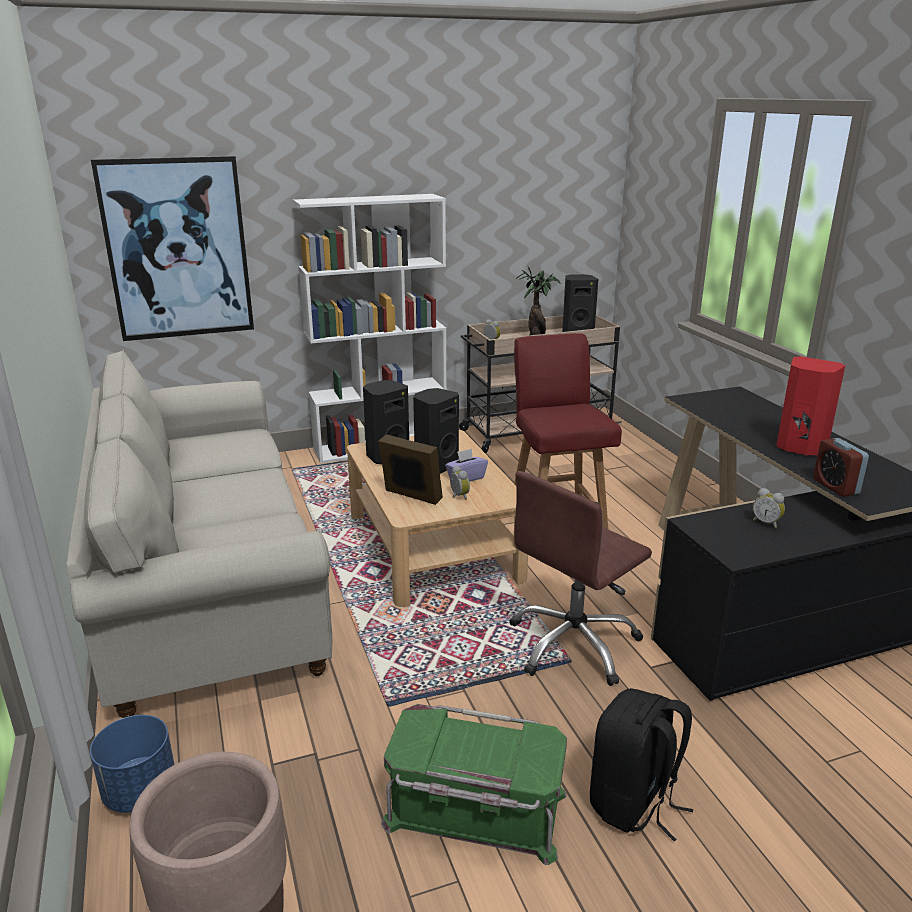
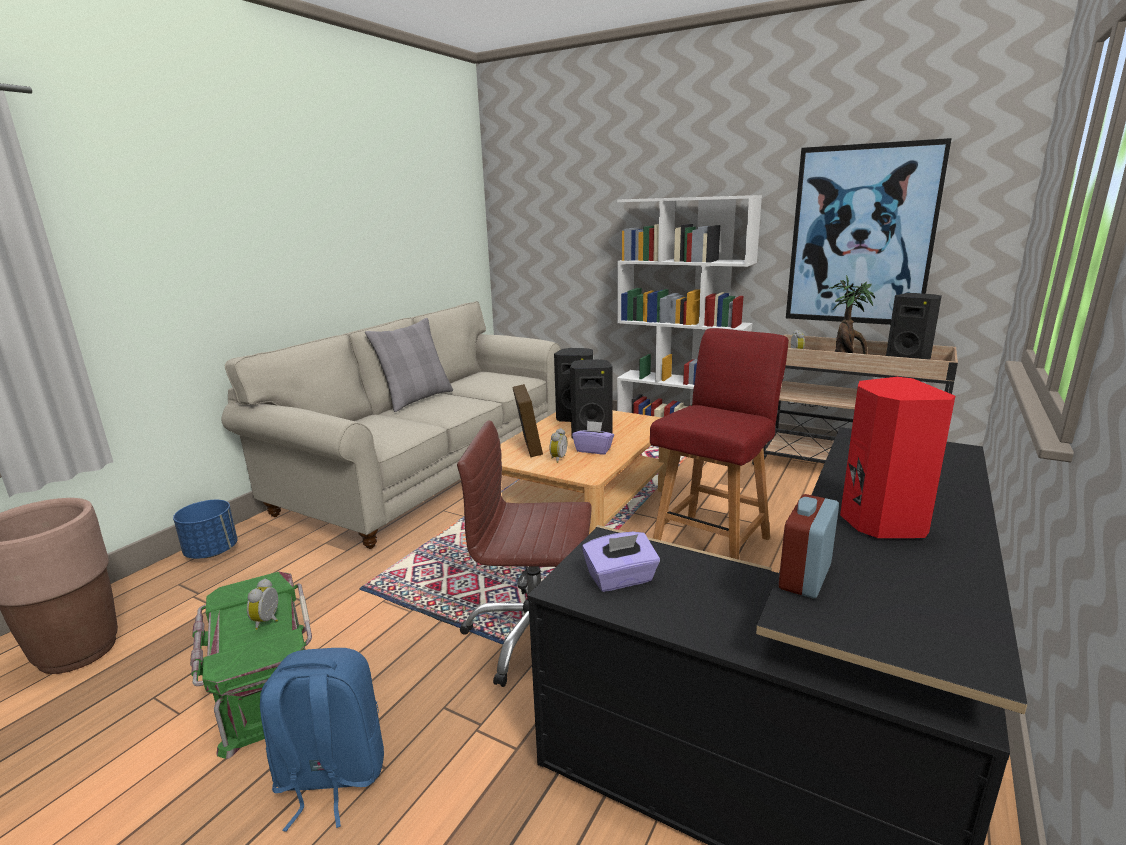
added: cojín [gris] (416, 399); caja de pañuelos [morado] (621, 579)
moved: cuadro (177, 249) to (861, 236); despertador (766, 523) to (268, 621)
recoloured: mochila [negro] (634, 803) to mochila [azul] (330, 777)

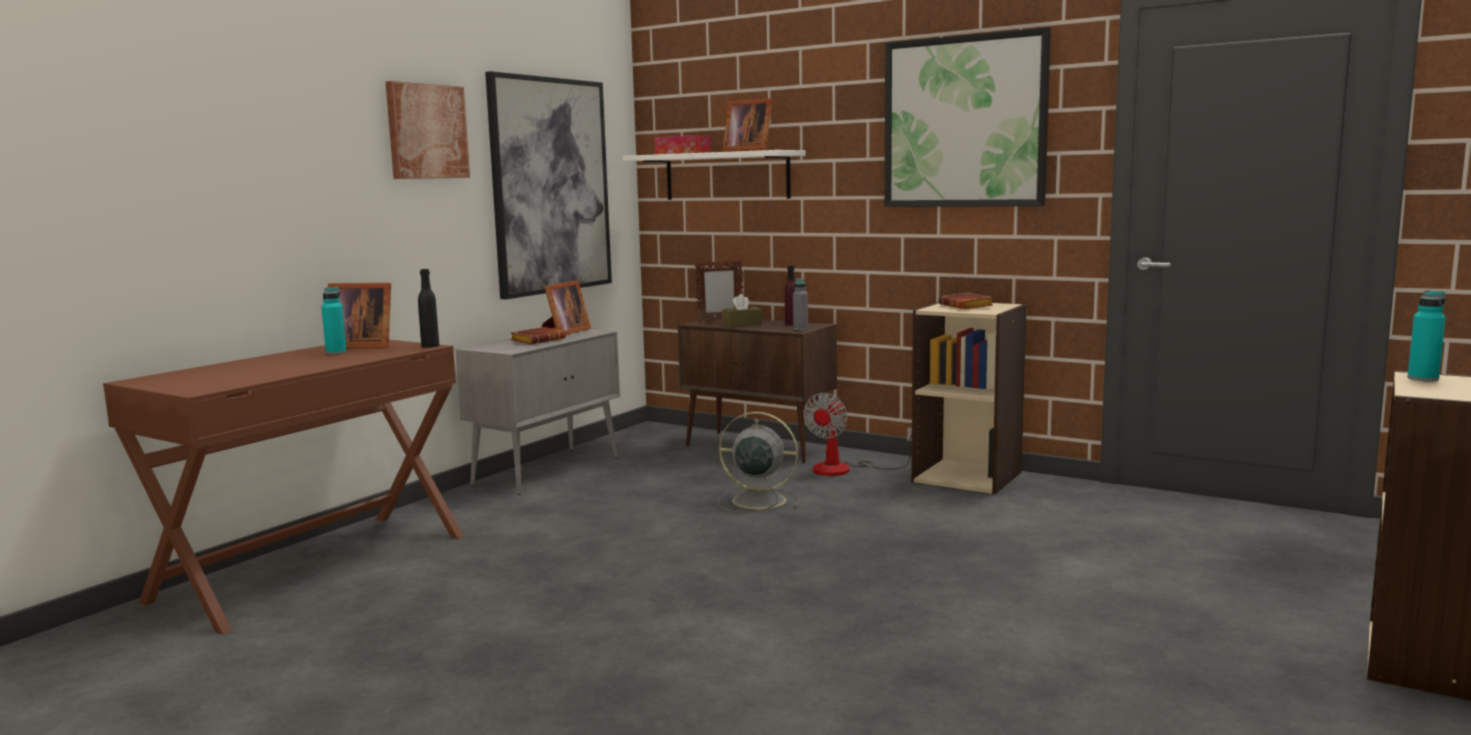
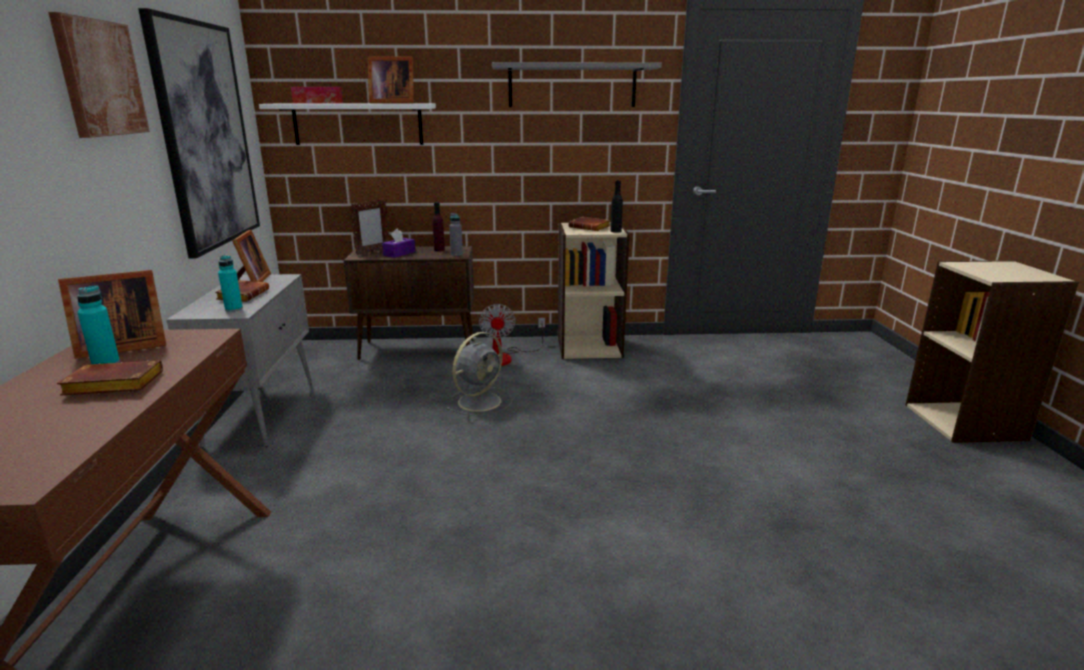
added: libro [marrón] (111, 386)
moved: botella [negro] (430, 346) to (615, 231); botella [turquesa] (1423, 379) to (234, 309)
replaced: cuadro (964, 122) to estante [gris] (572, 86)
recoloured: caja de pañuelos [marrón] (742, 324) to caja de pañuelos [morado] (399, 253)
turned: ventilador [gris] (756, 500) = (481, 401) 150 degrees clockwise

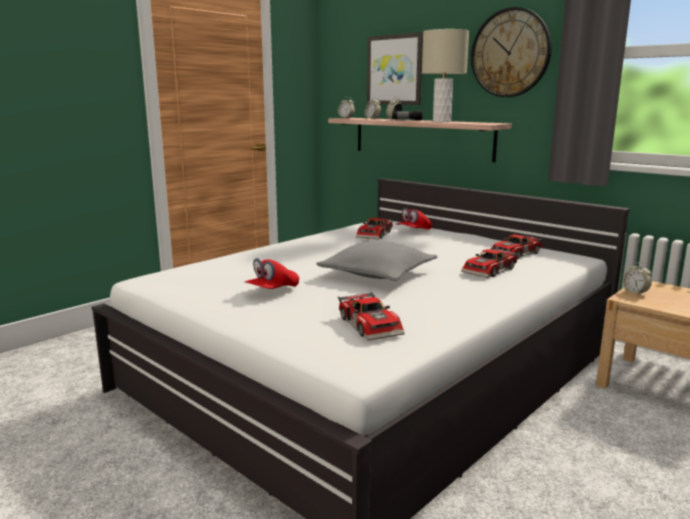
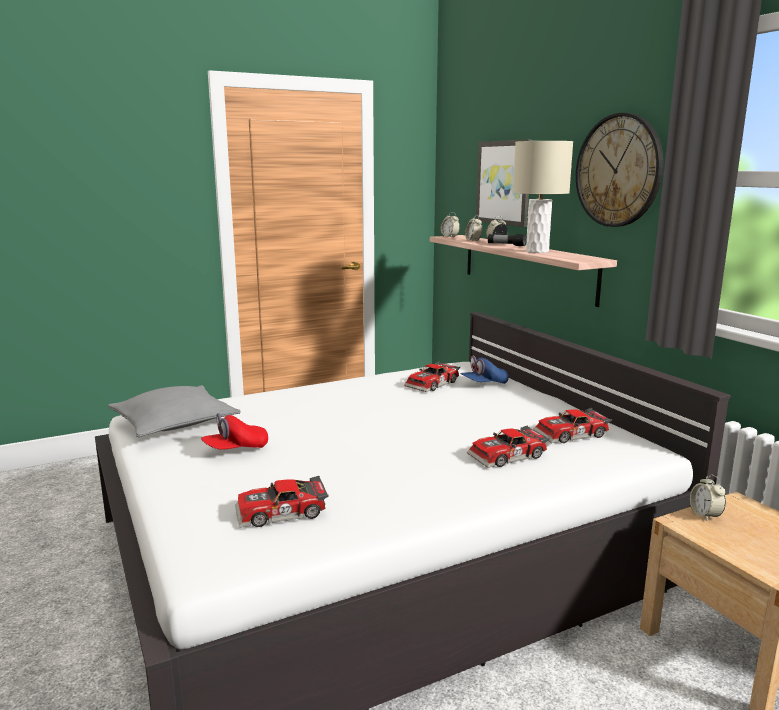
moved: cojín [gris] (378, 274) to (174, 423)
recoloured: gorra [rojo] (414, 231) to gorra [azul] (484, 384)
turned: coche de juguete (371, 325) = (282, 513) 75 degrees clockwise

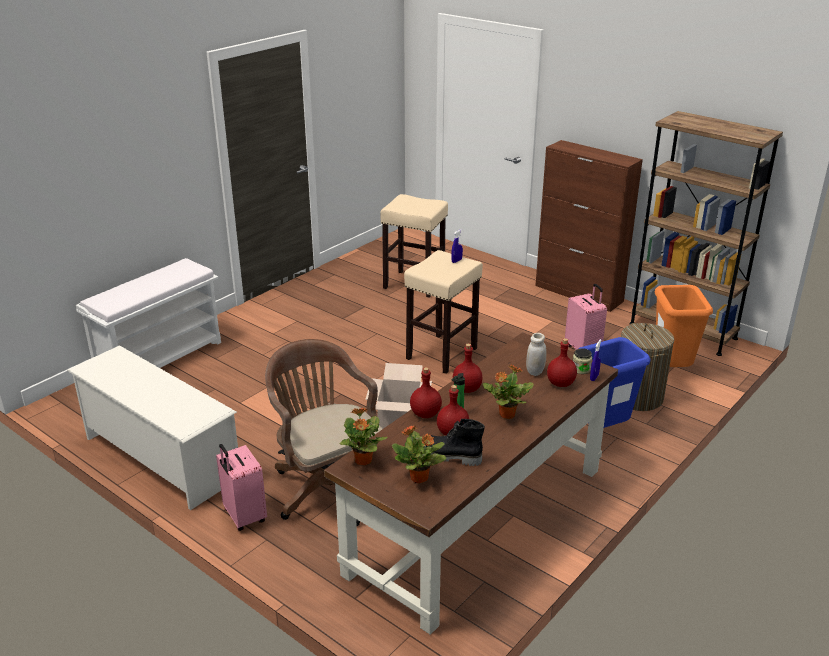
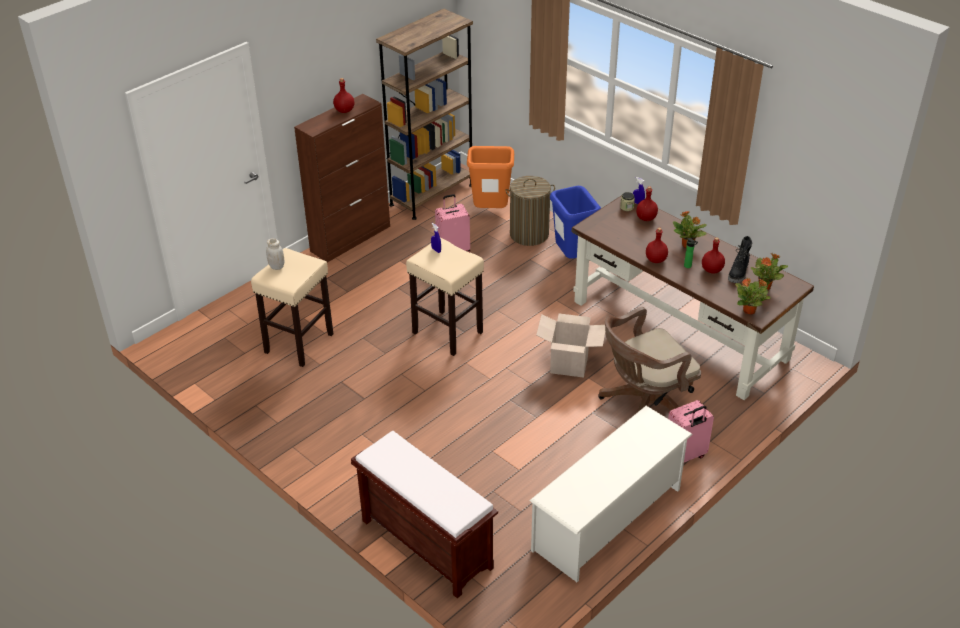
moved: tarro [blanco] (535, 371) to (276, 266); botella [rojo] (425, 414) to (344, 111)
recoloured: banco [blanco] (160, 358) to banco [marrón] (425, 543)

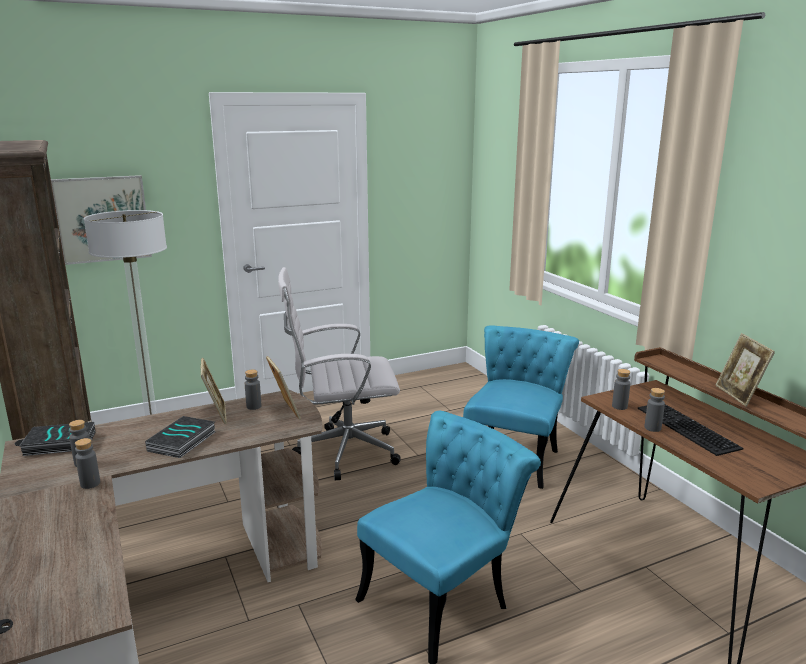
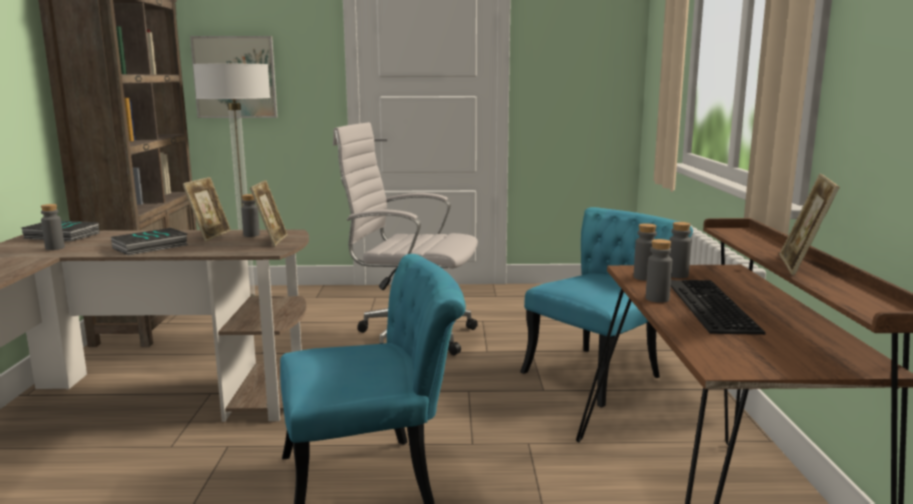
moved: botella [gris] (90, 484) to (677, 275)

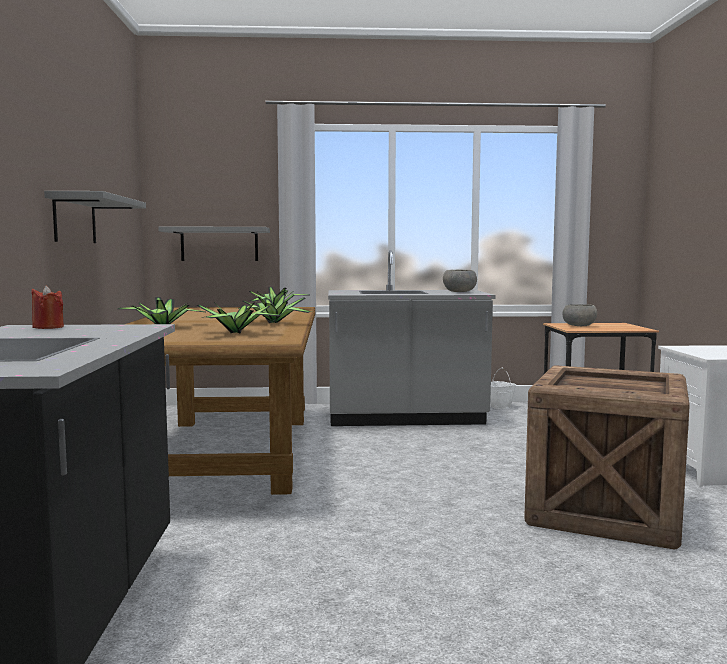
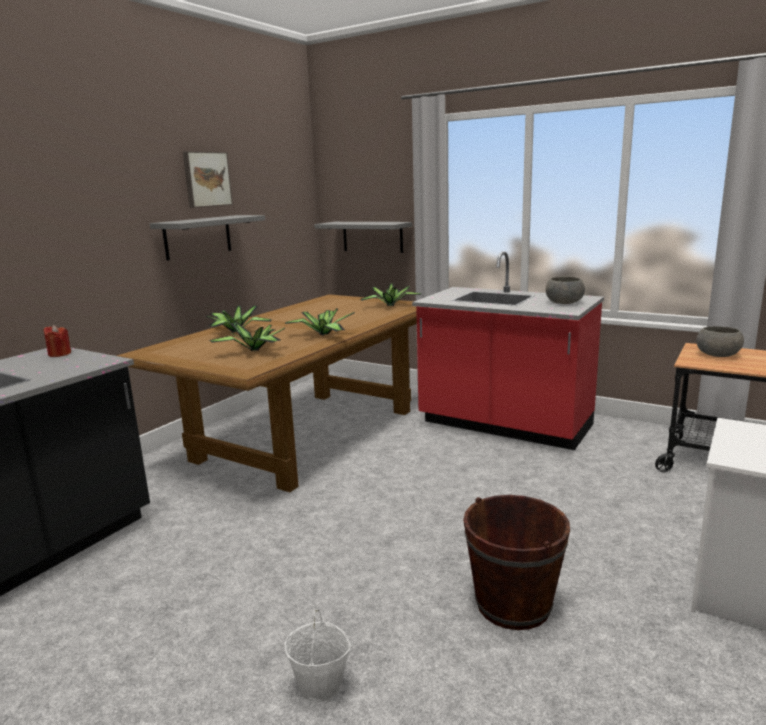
added: cuadro (206, 179)
moved: cubo [blanco] (501, 407) to (321, 686)
replaced: caja de embalaje (602, 512) to cubo [marrón] (513, 604)
recoloured: mueble bajo de cocina [gris] (406, 418) to mueble bajo de cocina [rojo] (504, 425)

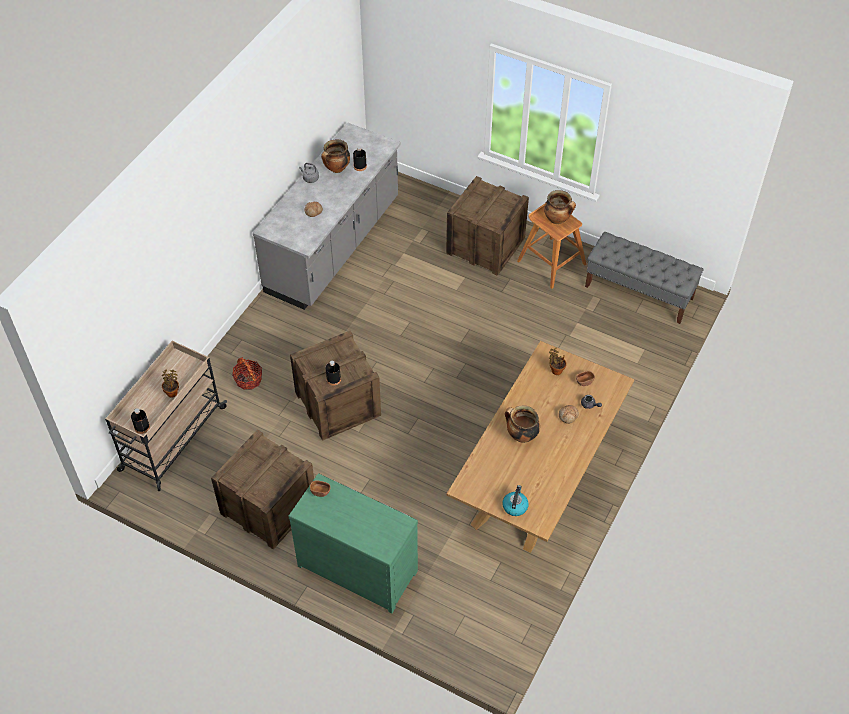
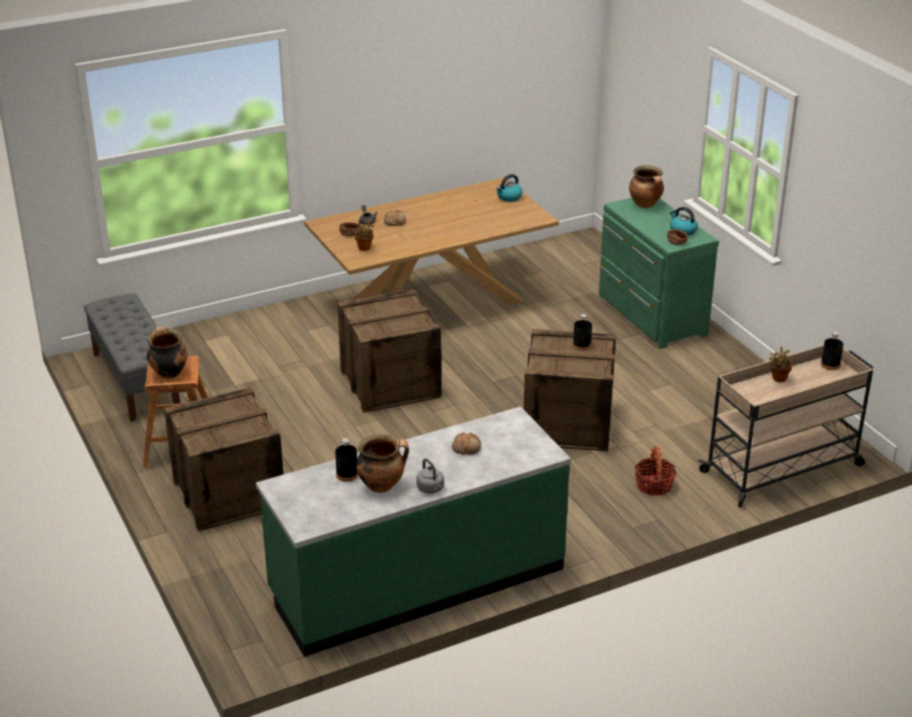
added: hervidor (682, 231)
moved: olla (521, 436) to (646, 205); caja de embalaje (269, 507) to (389, 384)
recoloured: mueble bajo de cocina [gris] (334, 246) to mueble bajo de cocina [verde] (417, 582)

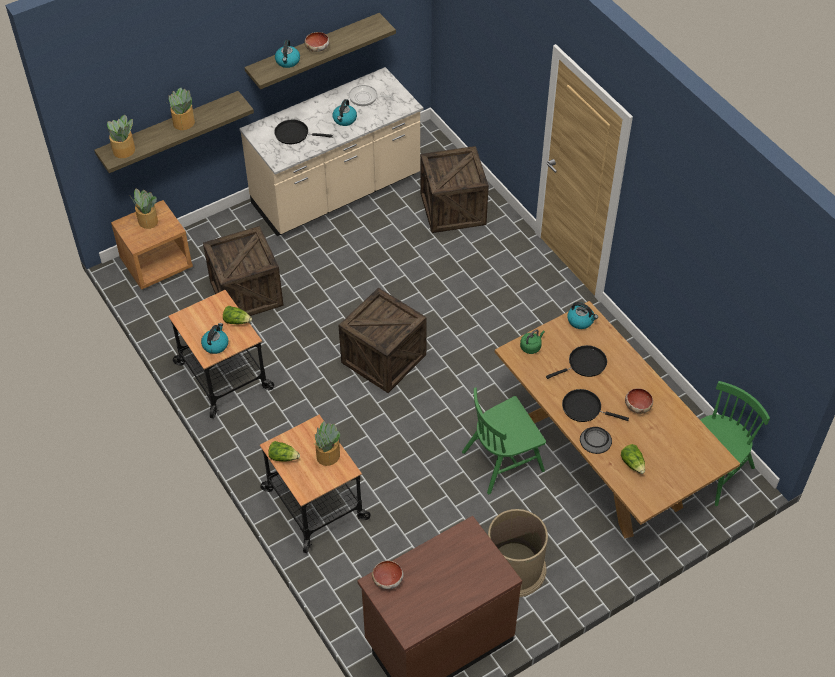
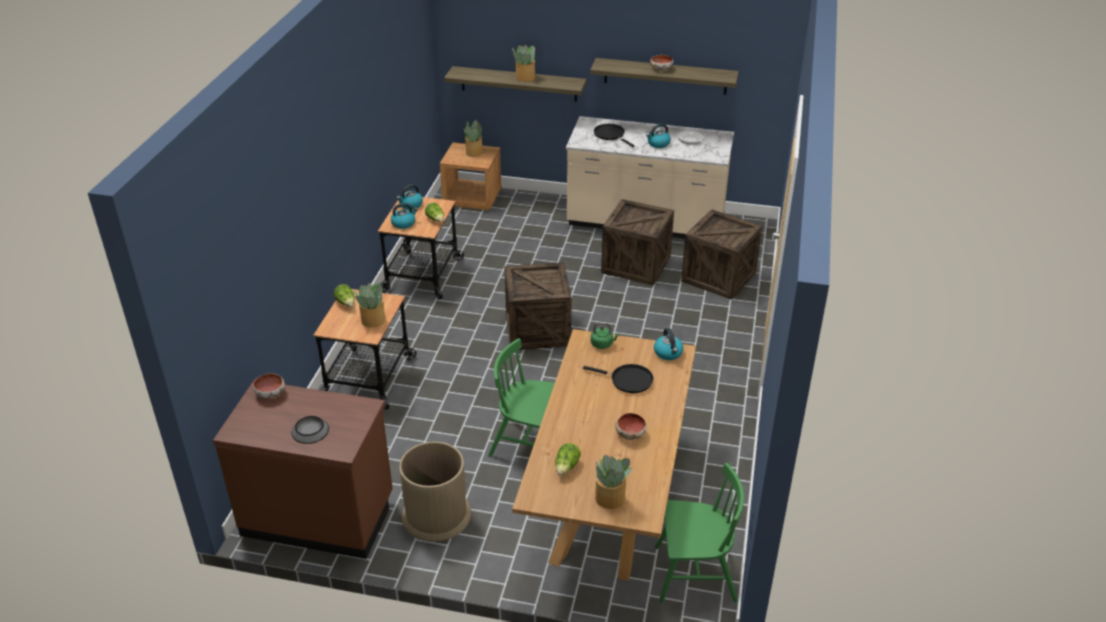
removed: sartén [negro] (584, 408)
moved: hervidor (288, 61) to (410, 205); planta en maceta (124, 150) to (610, 499); caja de embalaje (246, 293) to (636, 264); cuenco (595, 440) to (310, 430)

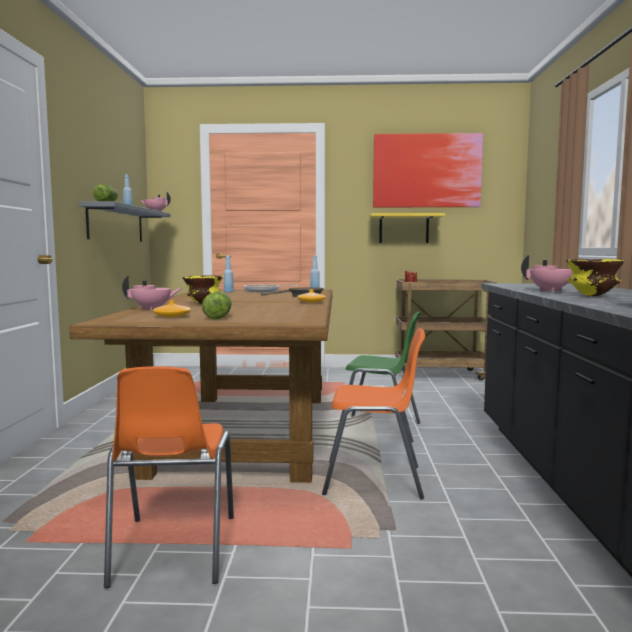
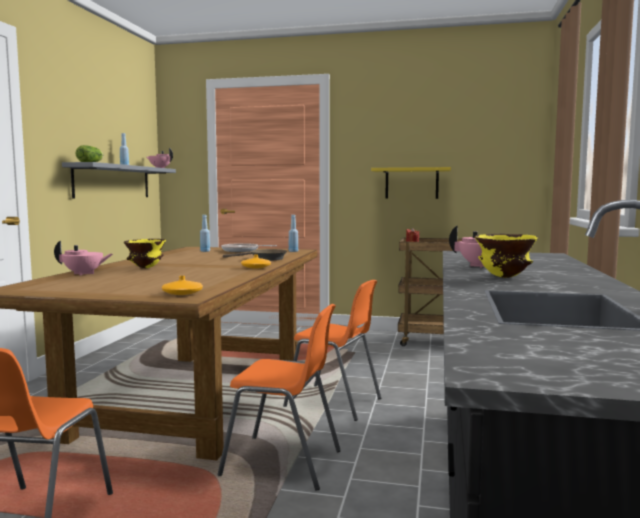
removed: cuadro (426, 171); lechuga (218, 317)
moved: florero [naranja] (172, 316) to (182, 293)
recoloured: silla [verde] (380, 429) to silla [naranja] (334, 403)

